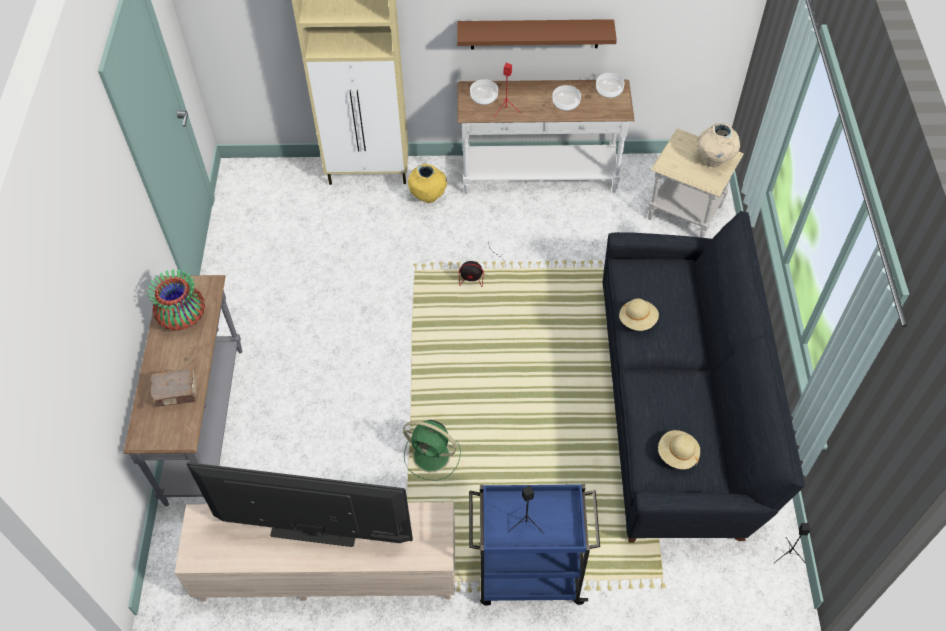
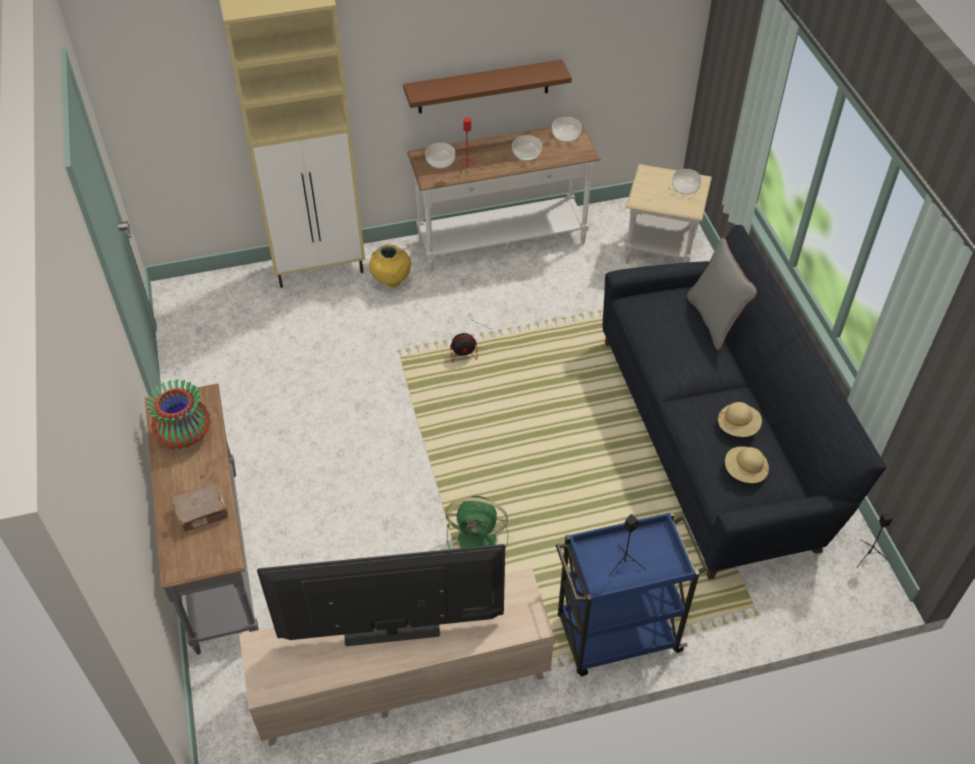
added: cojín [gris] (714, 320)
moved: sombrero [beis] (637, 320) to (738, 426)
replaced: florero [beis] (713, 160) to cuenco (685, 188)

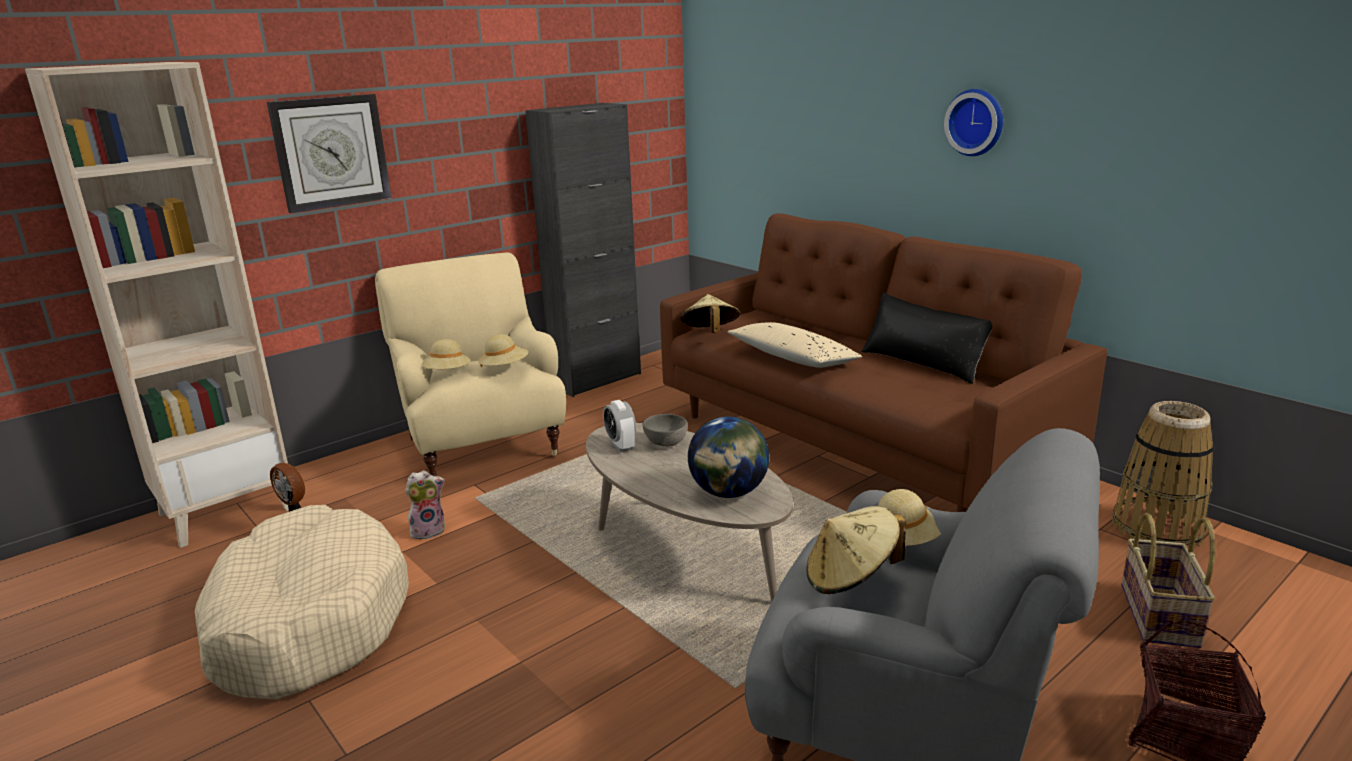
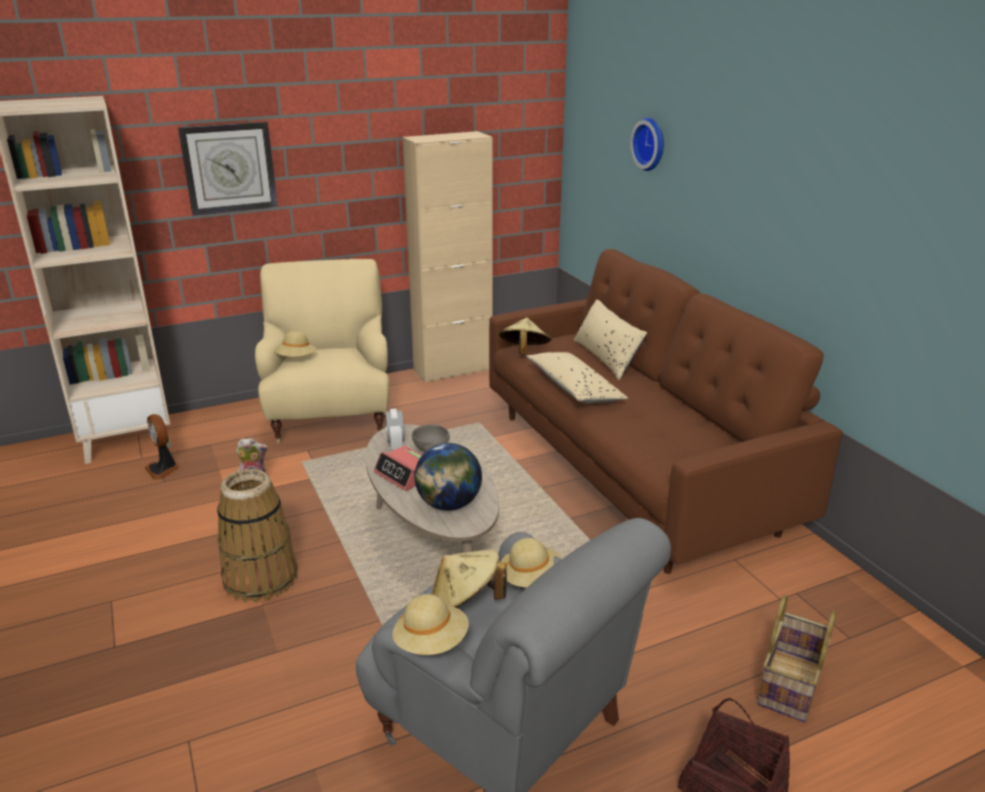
removed: cojín [negro] (923, 363); cama para perro [beis] (307, 622)
added: cojín [beis] (606, 357); despertador (405, 475)
moved: reloj de pared (976, 122) to (651, 144); sombrero [beis] (504, 368) to (431, 642); cesta (1157, 530) to (260, 578)
recoloured: armario [negro] (596, 380) to armario [beis] (453, 370)

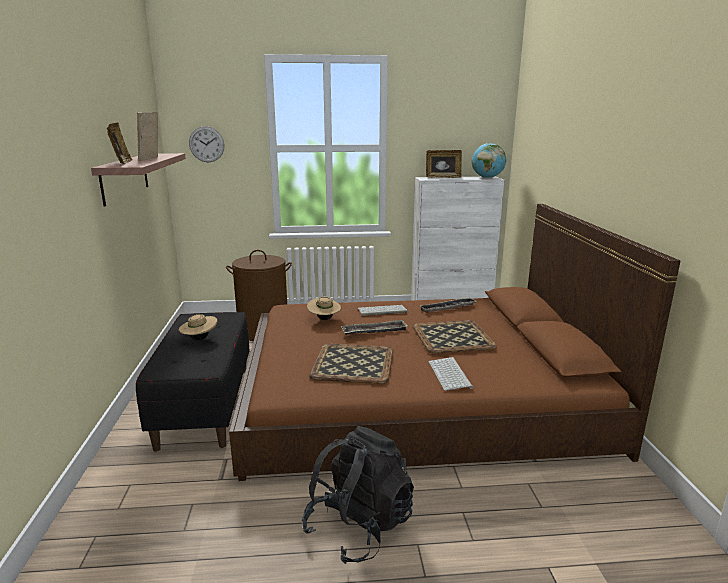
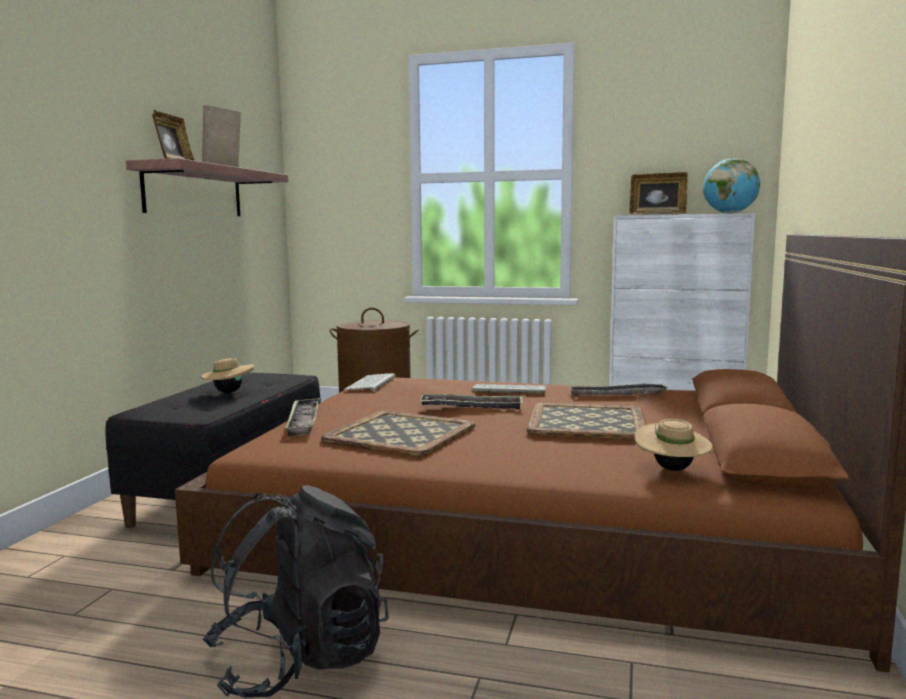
removed: reloj de pared (206, 144)
added: bandeja (303, 421)
moved: sombrero [beis] (324, 319) to (672, 469); teclado (451, 374) to (371, 383)

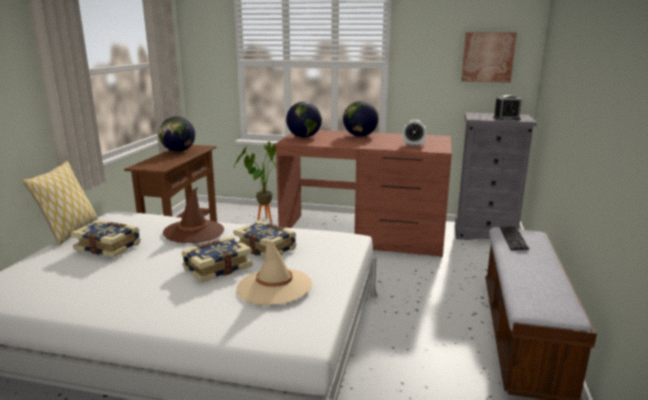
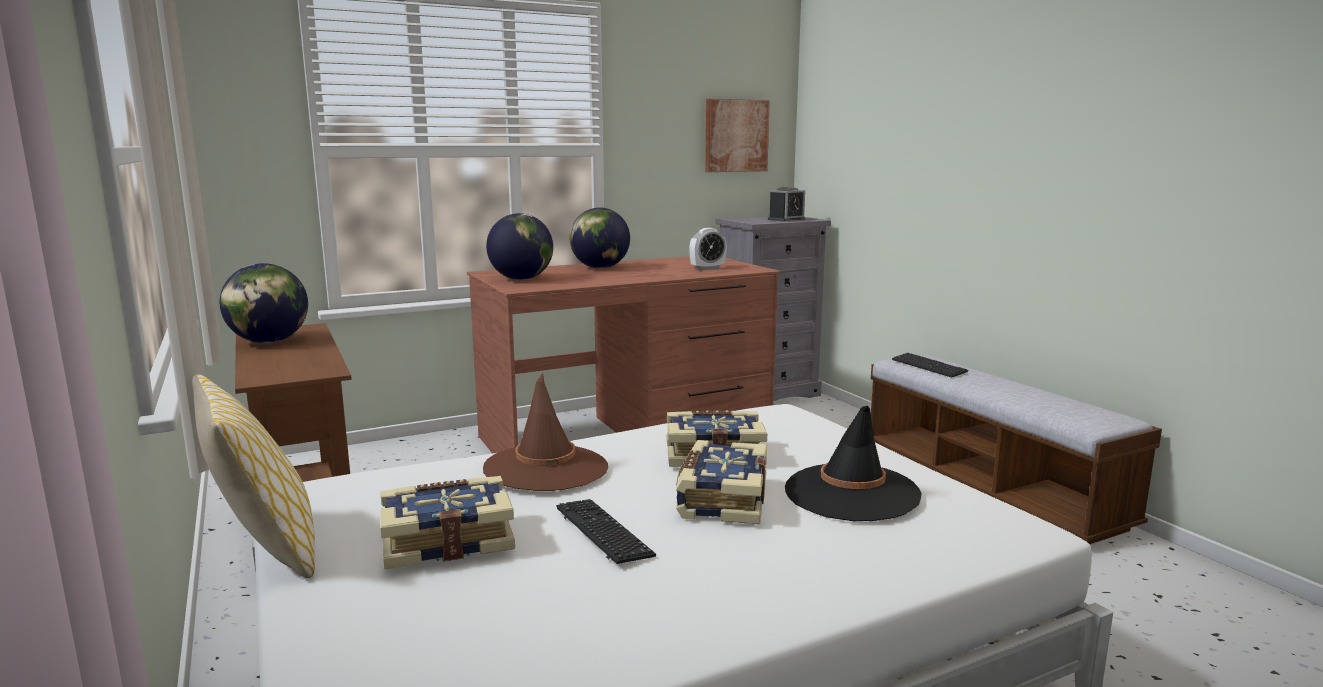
removed: planta en maceta (262, 219)
added: teclado (603, 533)
recoloured: sombrero [beis] (274, 287) to sombrero [negro] (851, 493)

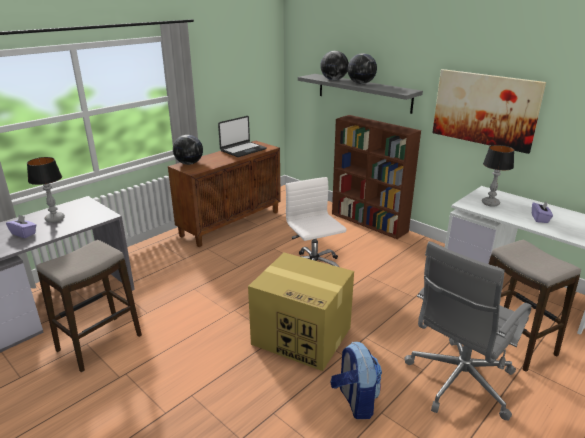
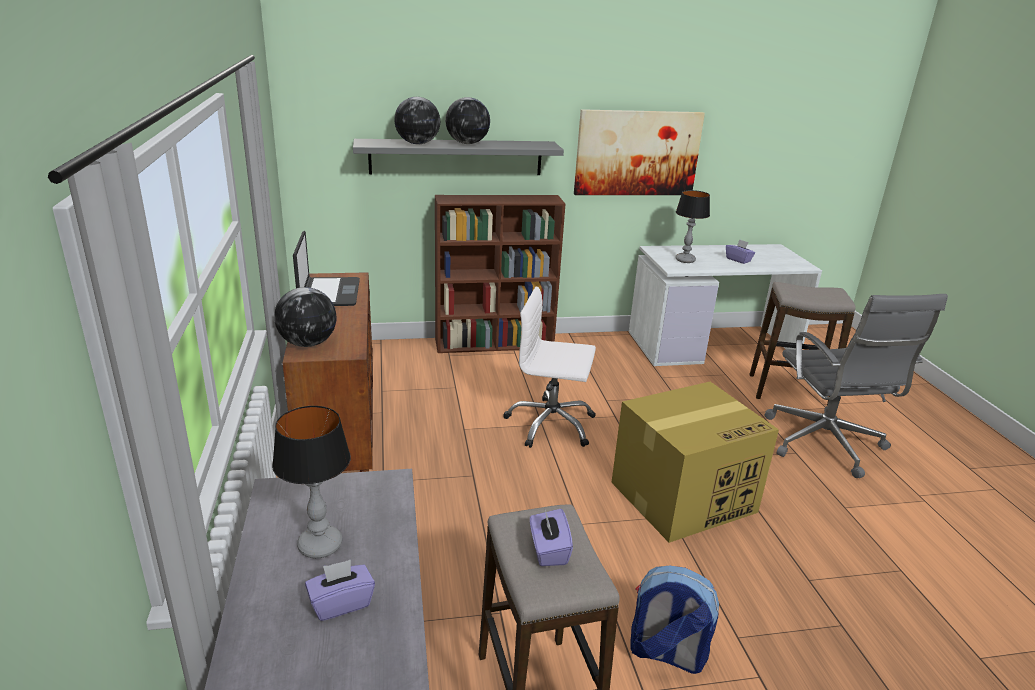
added: caja de pañuelos [morado] (548, 550)
moved: mochila (355, 401) to (665, 653)

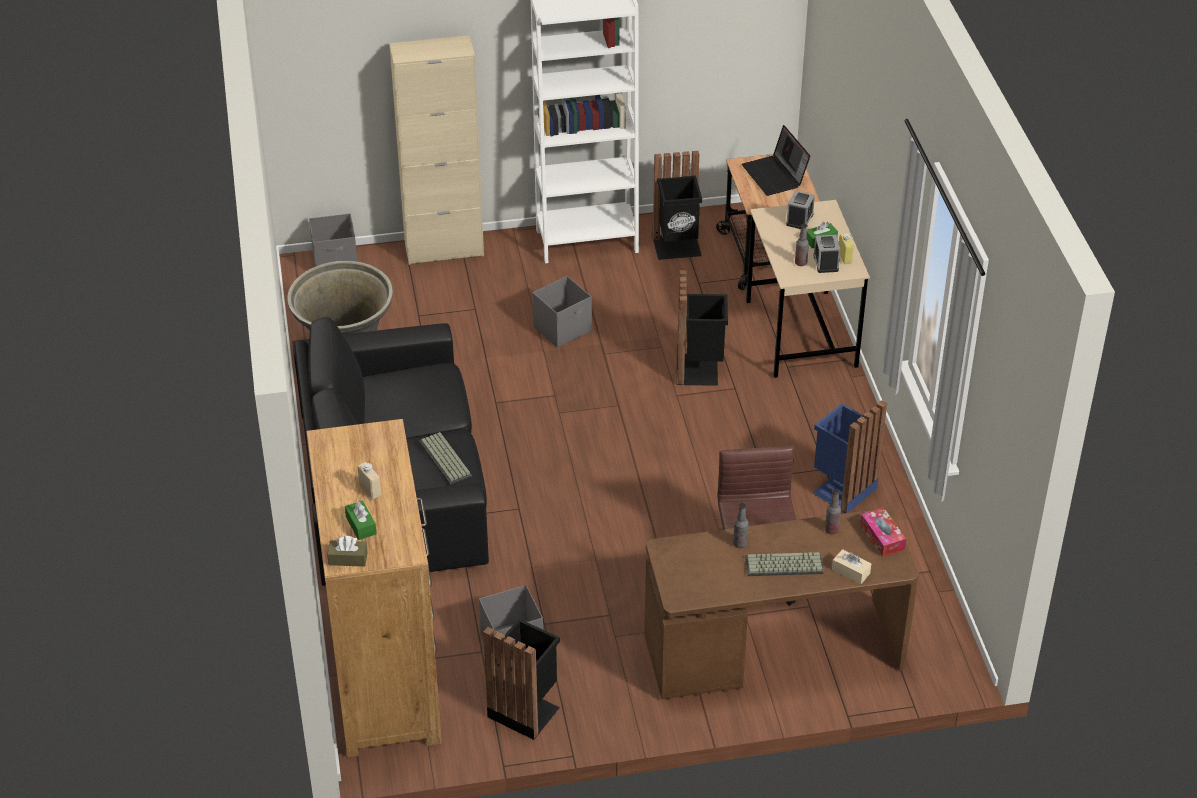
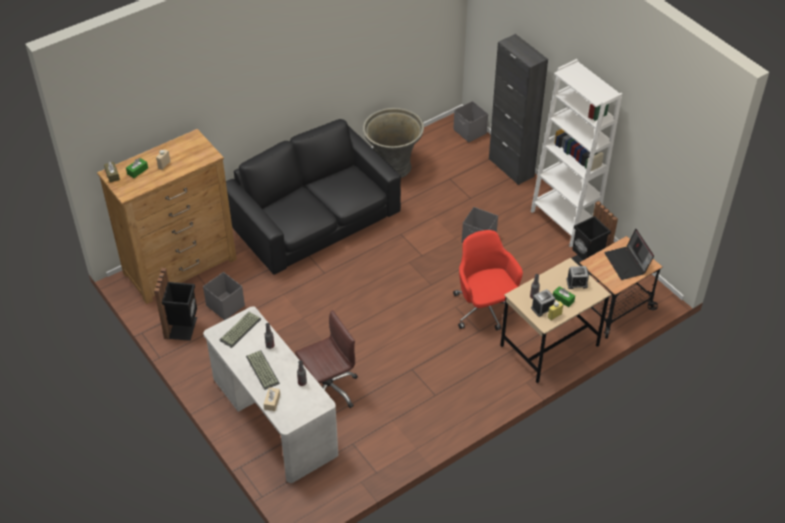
removed: papelera [azul] (842, 489); caja de pañuelos (882, 537)
moved: teclado (446, 459) to (240, 330)
replaced: papelera [negro] (700, 369) to silla de oficina [rojo] (485, 309)
recoloured: armario [beis] (444, 250) to armario [negro] (511, 167); escritorio [marrón] (774, 651) to escritorio [blanco] (273, 417)
turned: portátil (775, 176) = (627, 263) 60 degrees counterclockwise

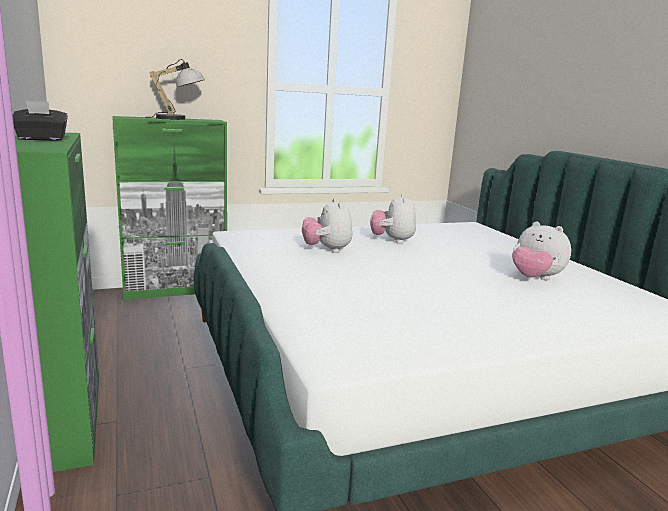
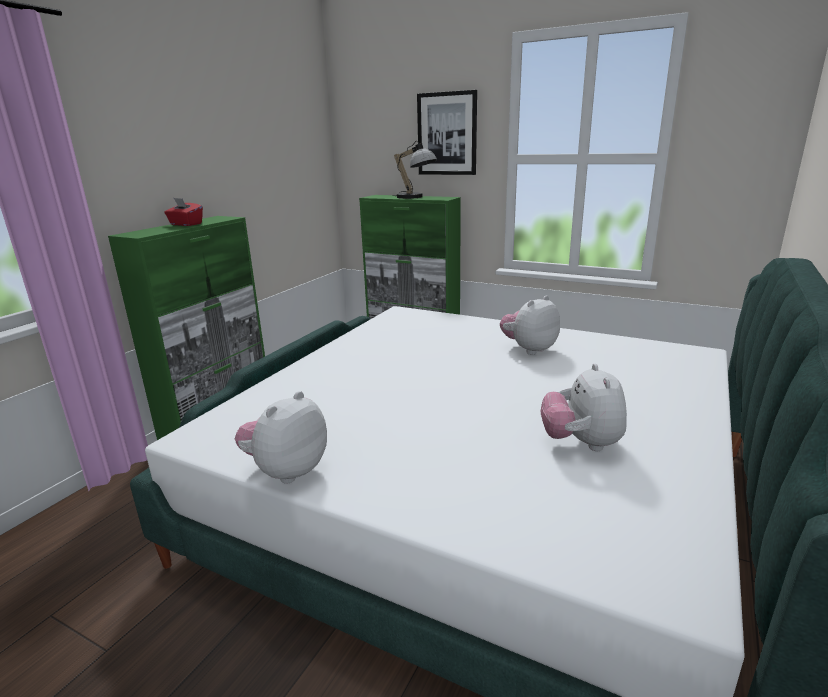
added: cuadro (447, 134)
moved: peluche (327, 250) to (286, 471)
recoloured: caja de pañuelos [negro] (41, 139) to caja de pañuelos [rojo] (185, 224)

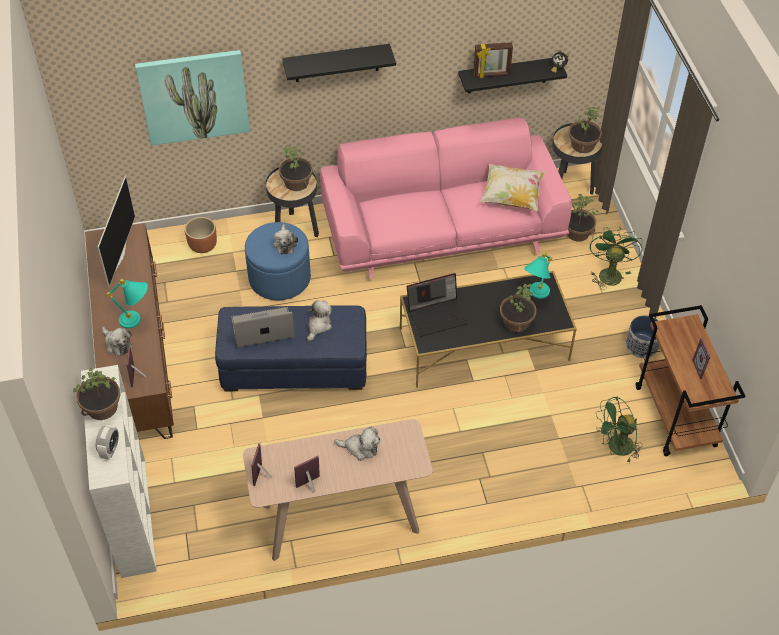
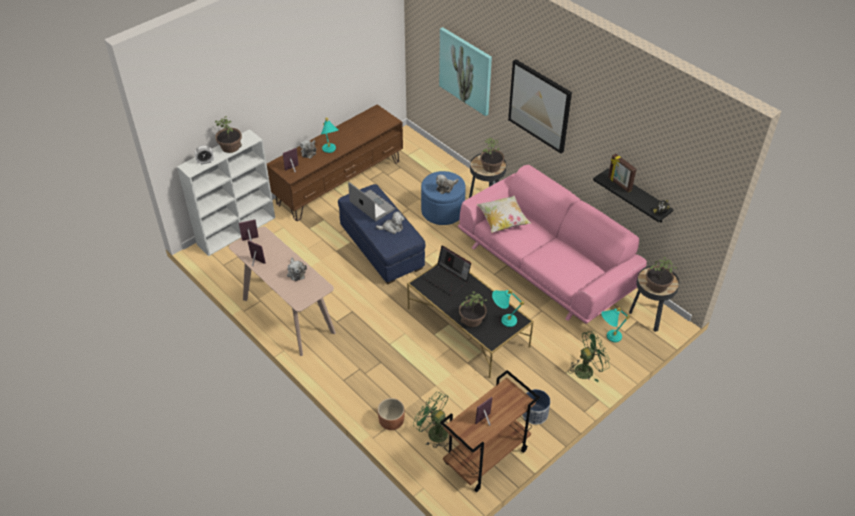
removed: televisor (119, 256)
moved: cojín (511, 197) to (502, 221); maceta [marrón] (203, 246) to (391, 422)
replaced: estante [negro] (336, 63) to cuadro (539, 105); planta en maceta (577, 233) to lámpara de mesa [turquesa] (608, 337)

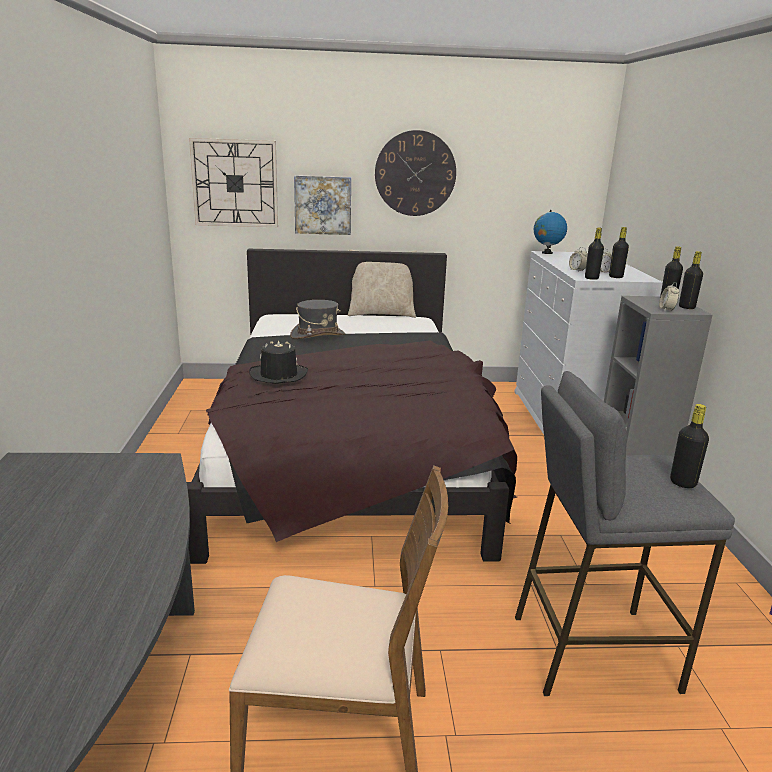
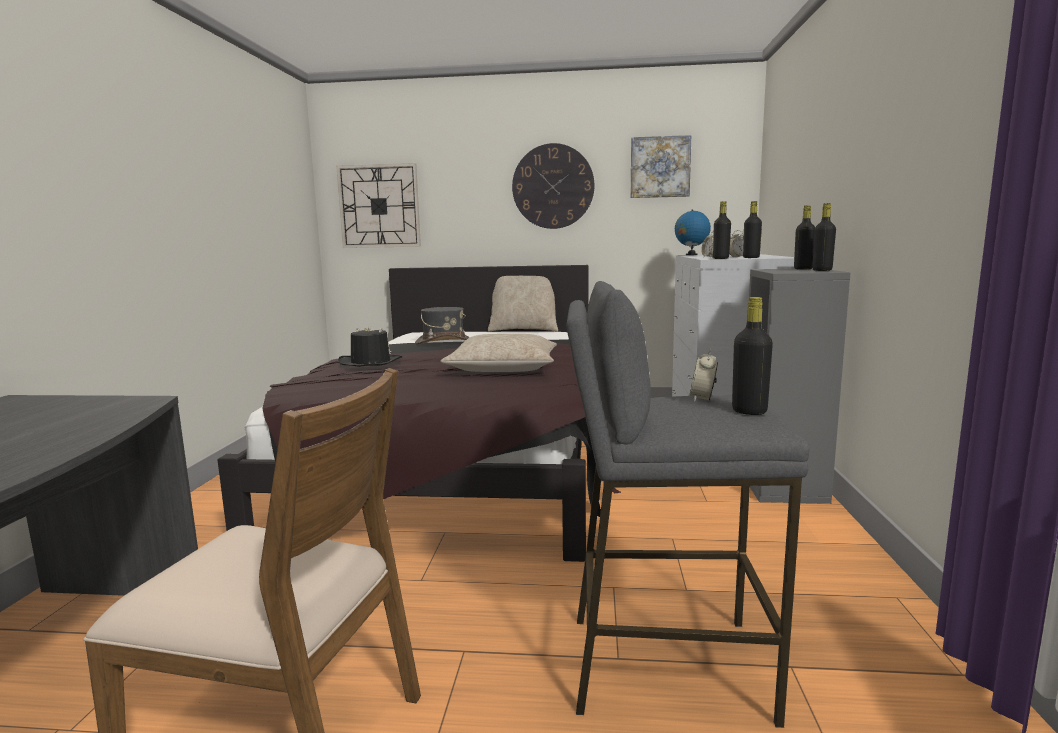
added: cojín [beis] (503, 368)
moved: cuadro (323, 205) to (660, 167); despertador (666, 310) to (702, 399)

